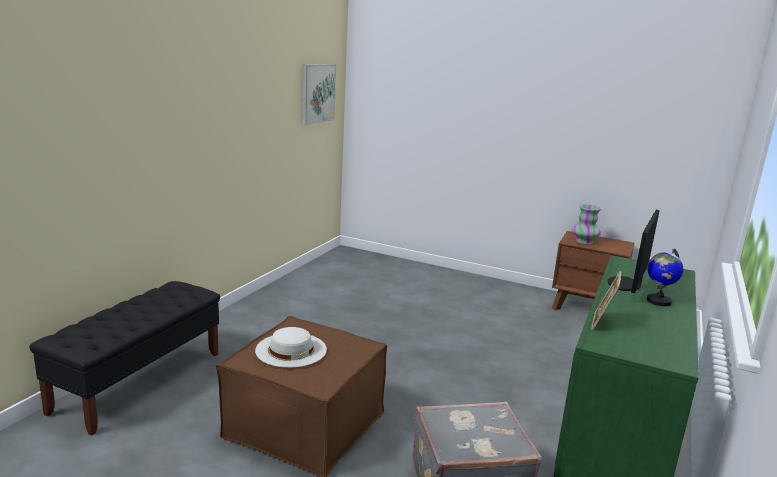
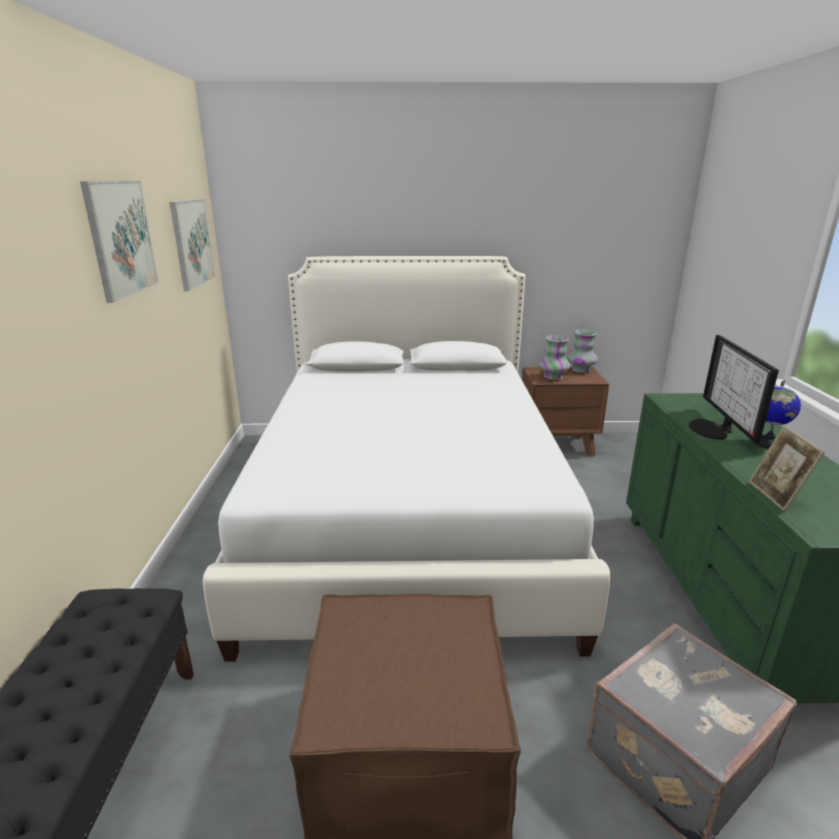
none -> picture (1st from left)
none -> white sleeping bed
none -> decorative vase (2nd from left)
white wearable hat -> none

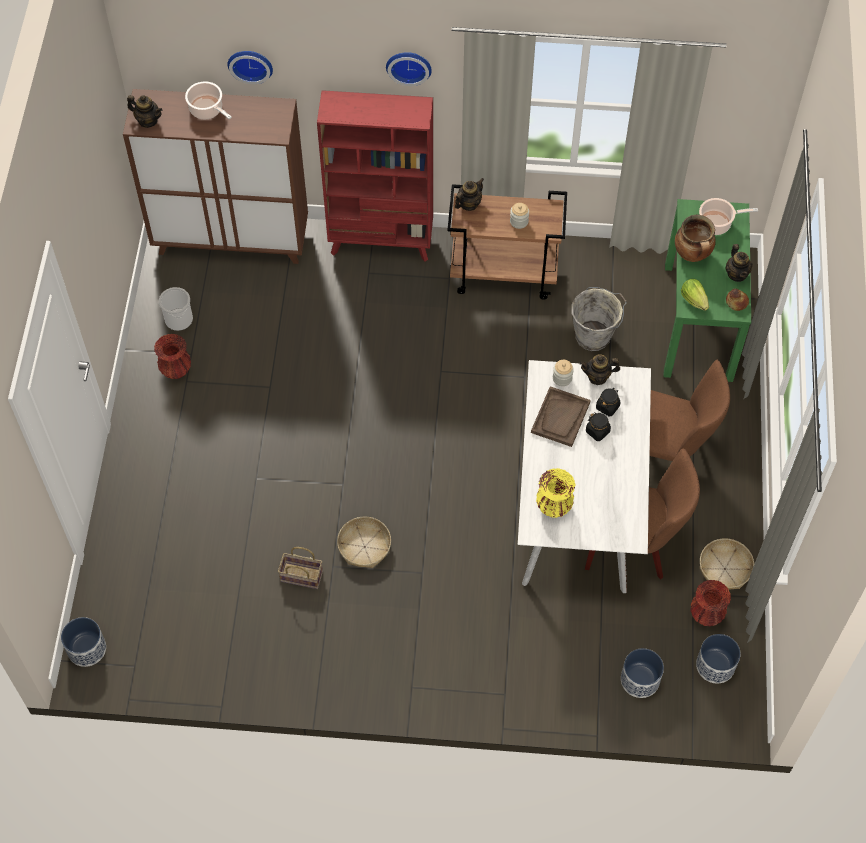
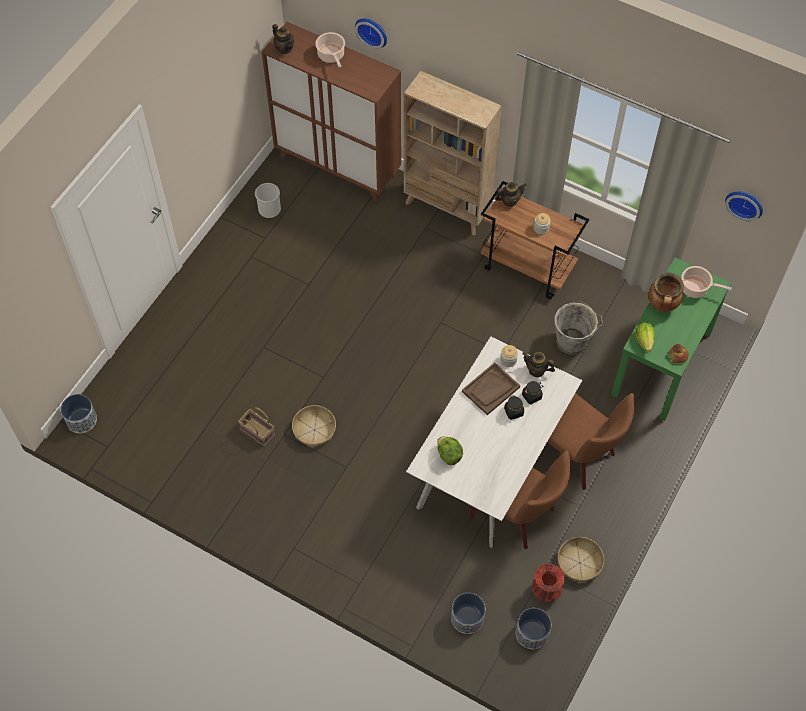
red-coloured bookshelf -> beige bookshelf
yellowish decorative vase -> lettuce head (1st from left)
wall clock (2nd from left), moved
red-coloured decorative vase (1st from left) -> none
tea pot (4th from left) -> none

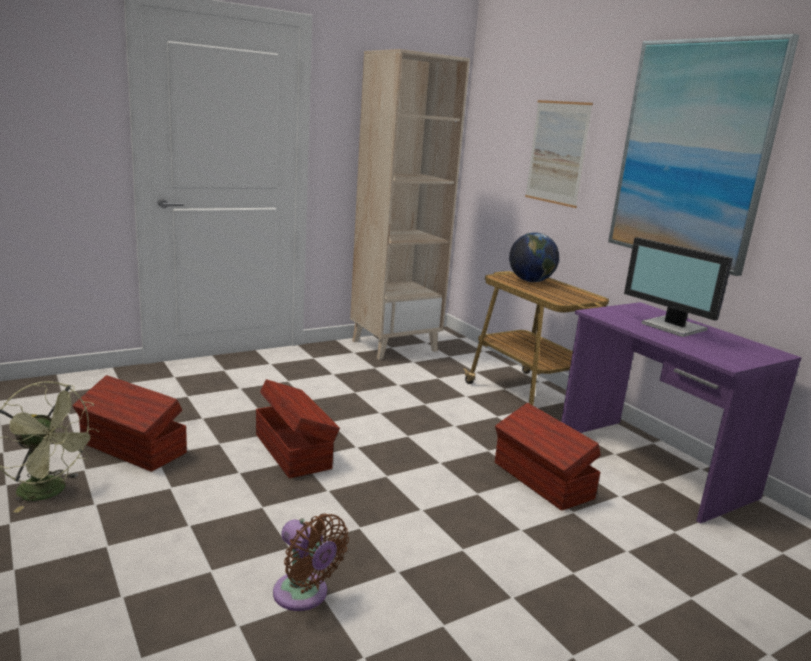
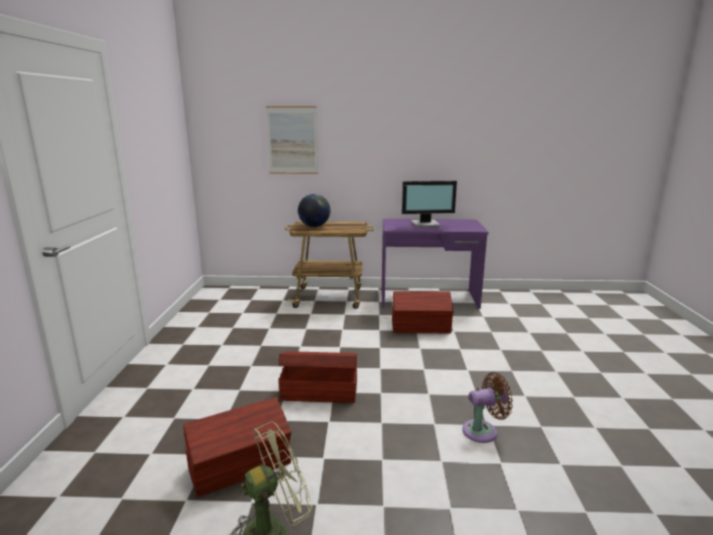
beige bookshelf -> none
picture (2nd from left) -> none

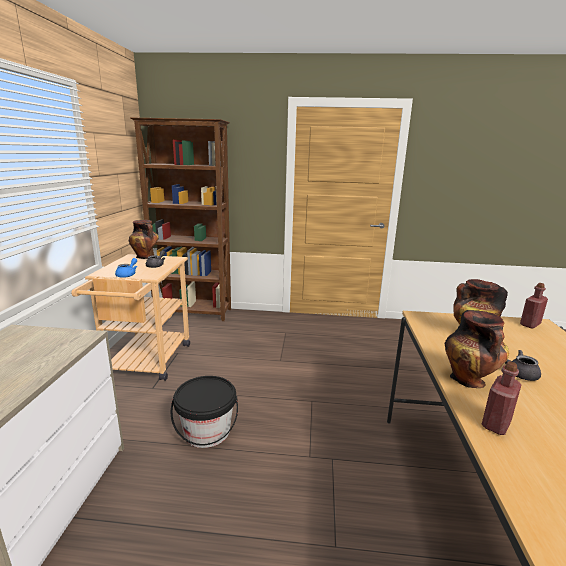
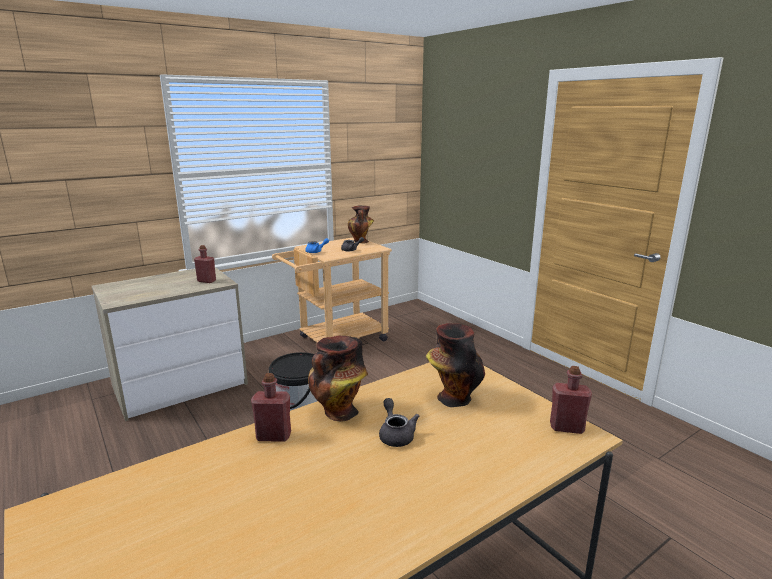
none -> red-coloured drink bottle (1st from left)
brown-coloured bookshelf -> none

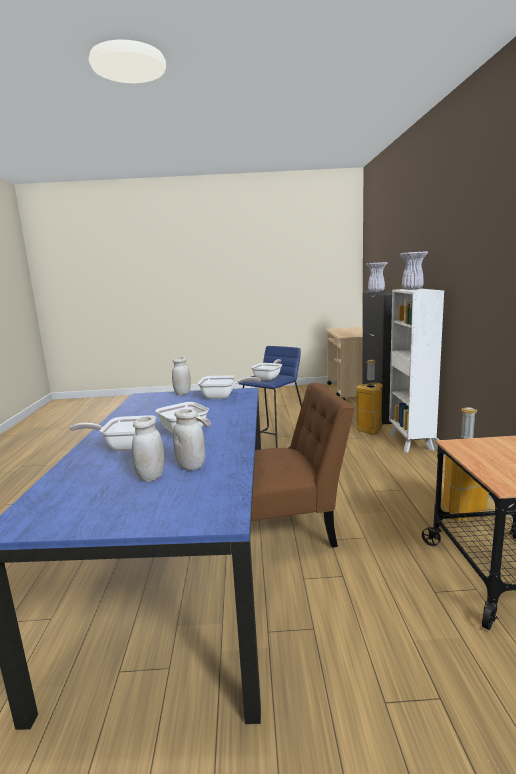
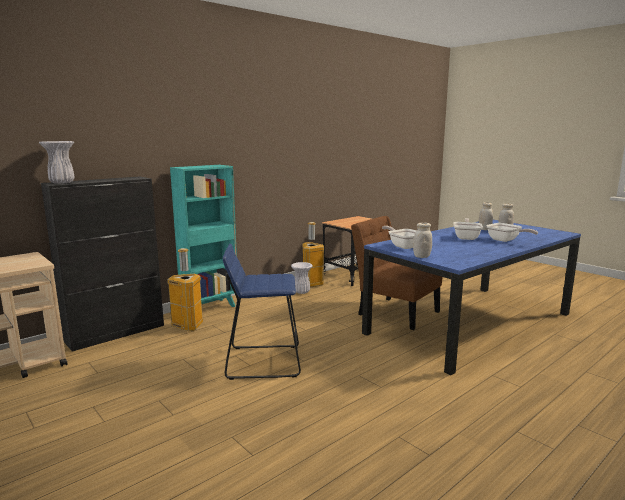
white bookshelf -> blue-green bookshelf
white decorative vase (2nd from left), moved
skillet (4th from left) -> none

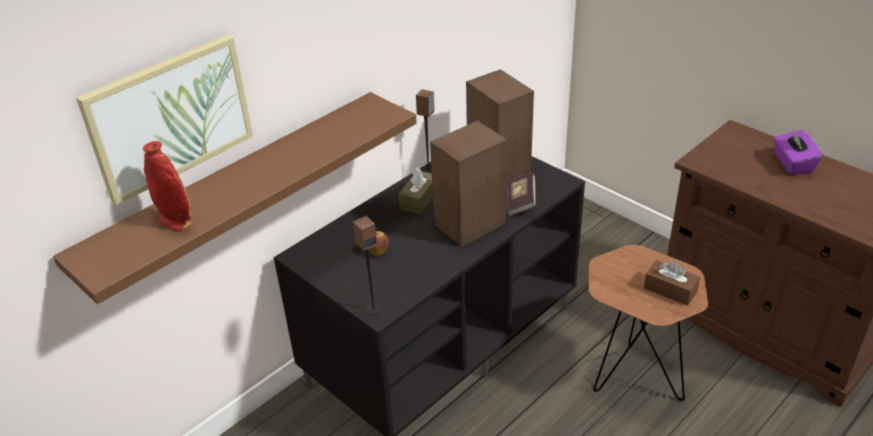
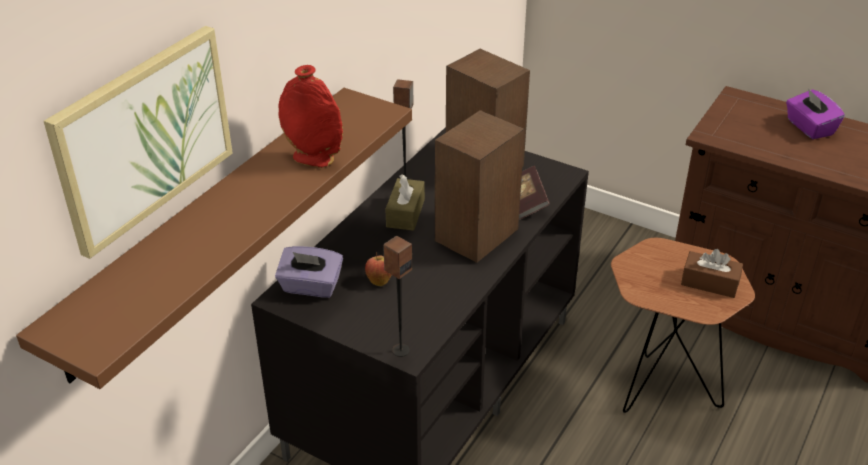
none -> purplish box of tissues (1st from left)
red-coloured decorative vase, moved

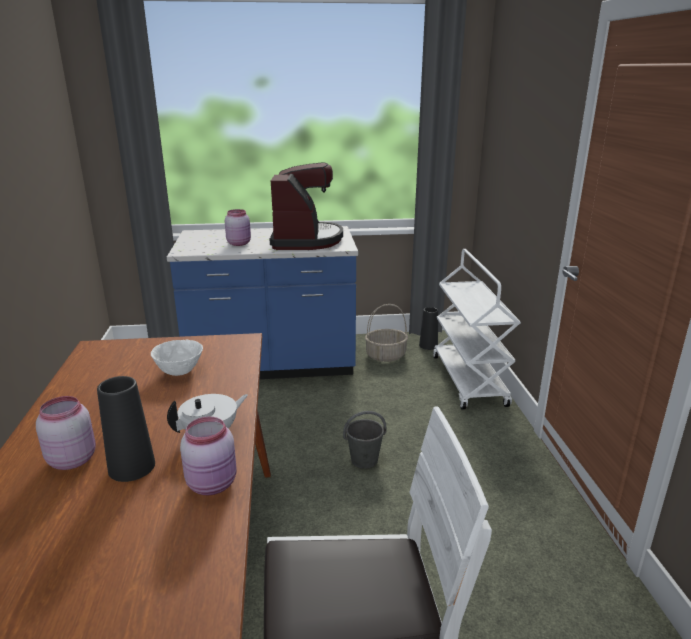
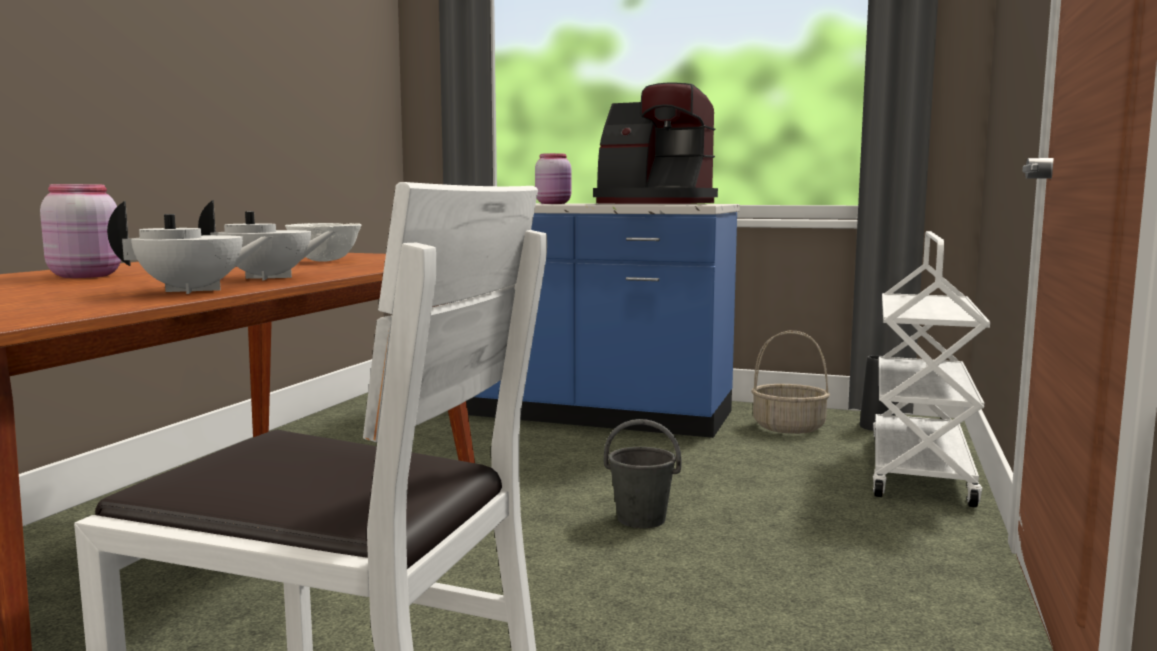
pinkish storage jar (2nd from left) -> white tea pot (1st from left)
coffee brewer, 90 degrees clockwise
blackish decorative vase (1st from left) -> none

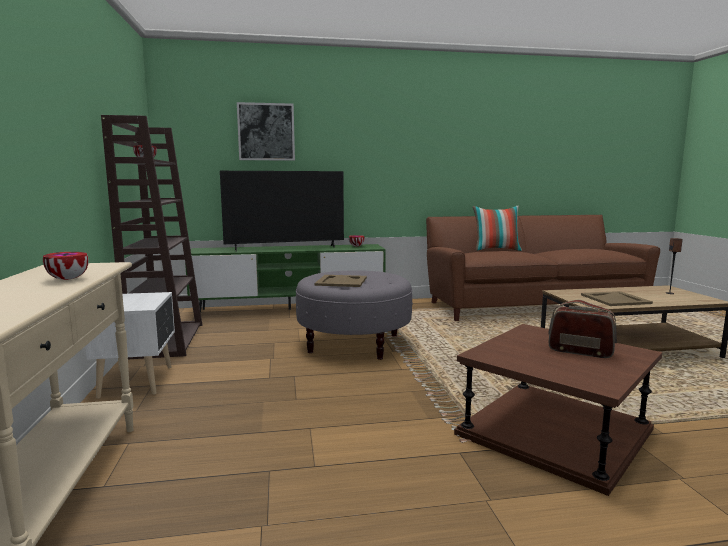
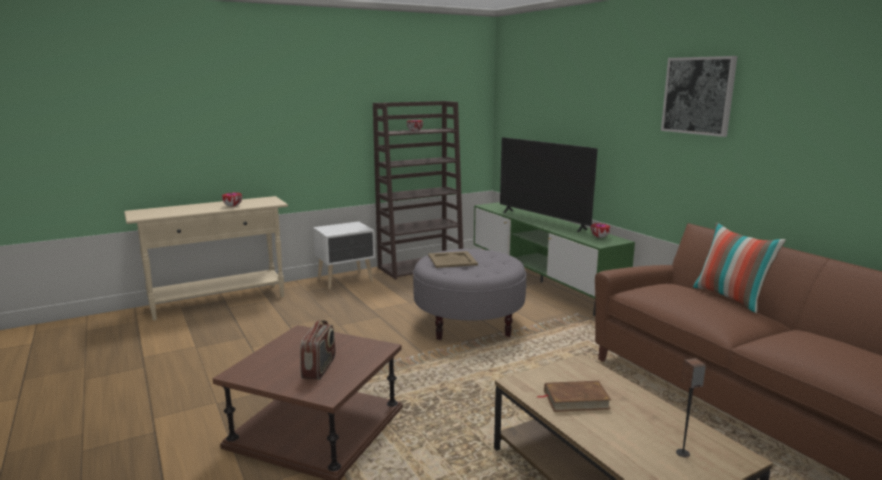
beige carrying tray (2nd from left) -> brown-coloured book
picture, moved

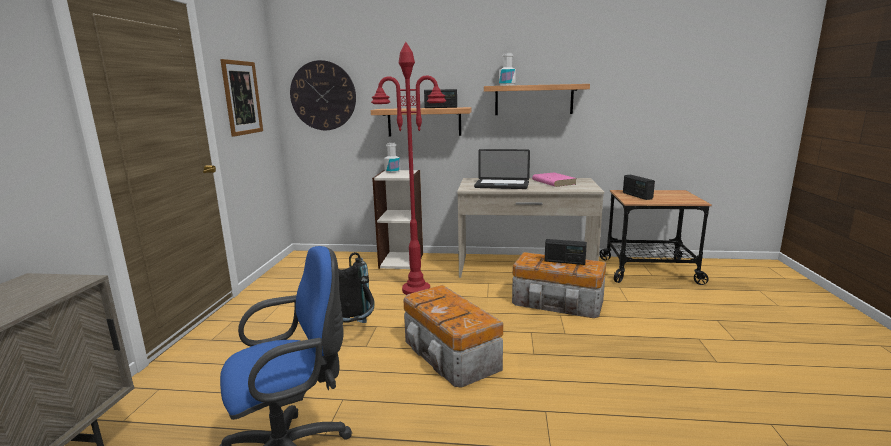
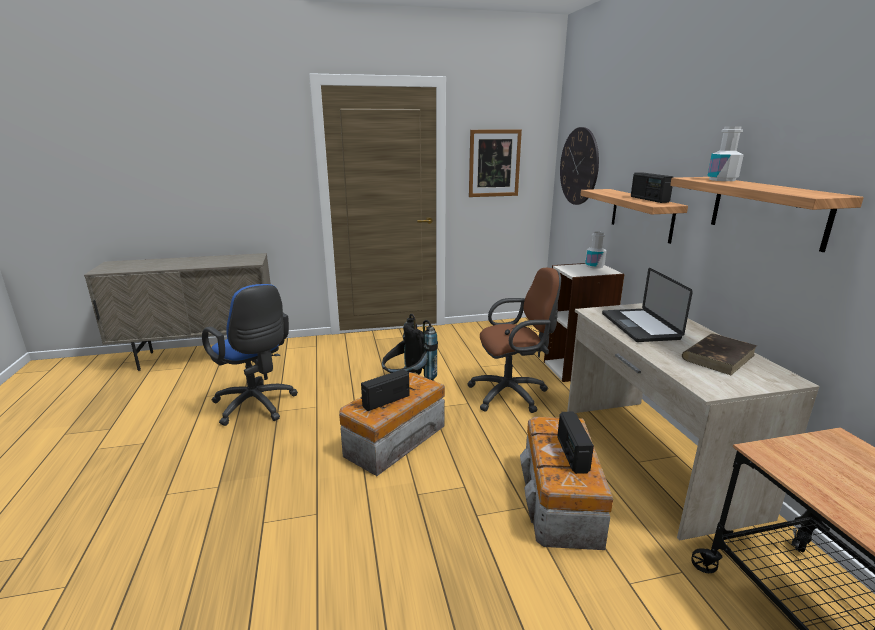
radio receiver (3rd from left in the first image) -> radio receiver (1st from left), moved
red-coloured standard lamp -> brown-coloured office chair
pinkish book -> brown-coloured book

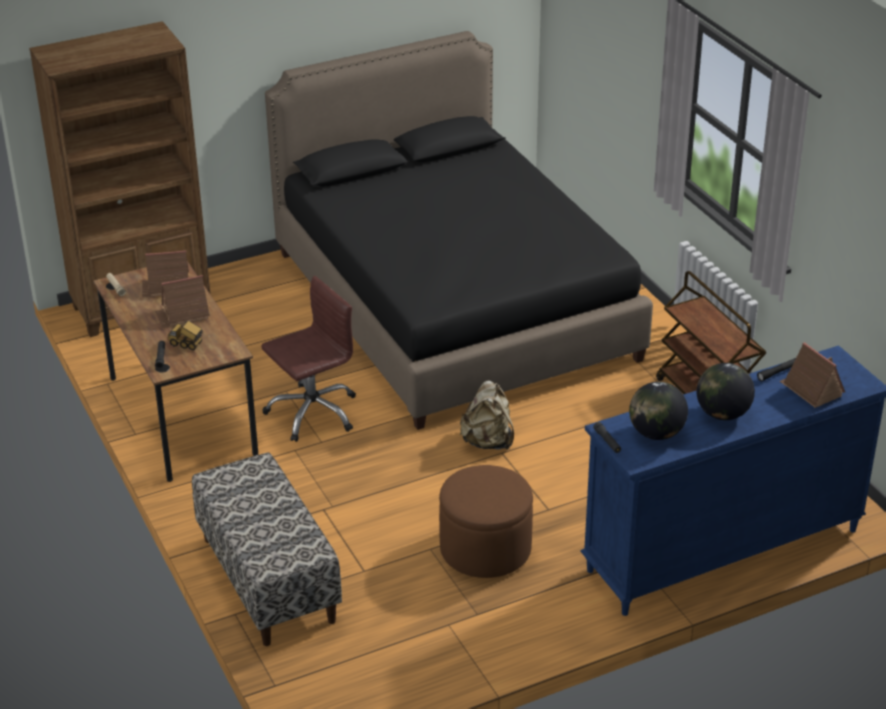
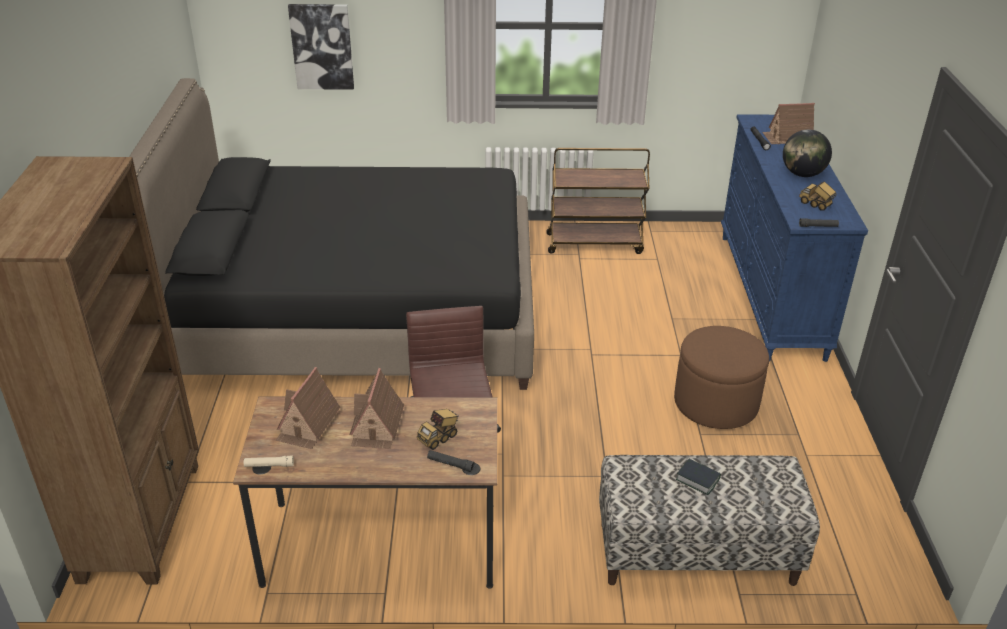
none -> picture
none -> book
globe (1st from left) -> model truck (2nd from left)
beige rucksack -> none

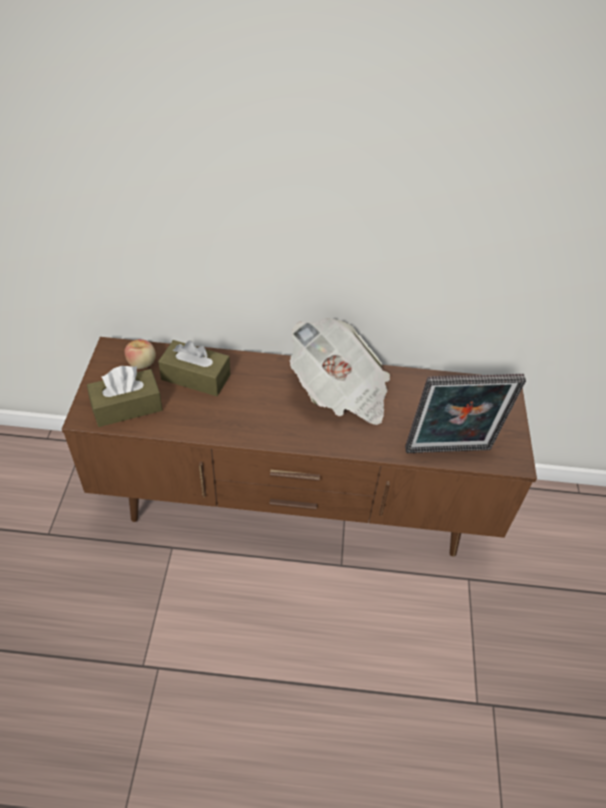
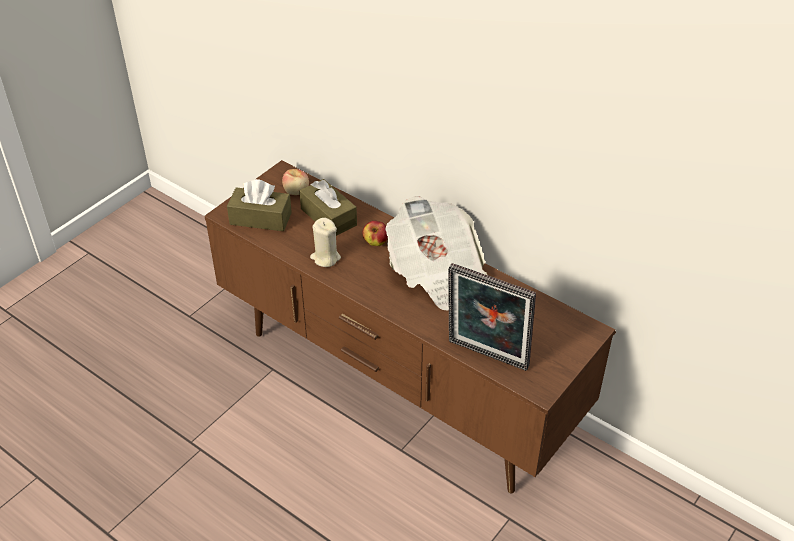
none -> beige wax light
none -> apple fruit (2nd from left)

